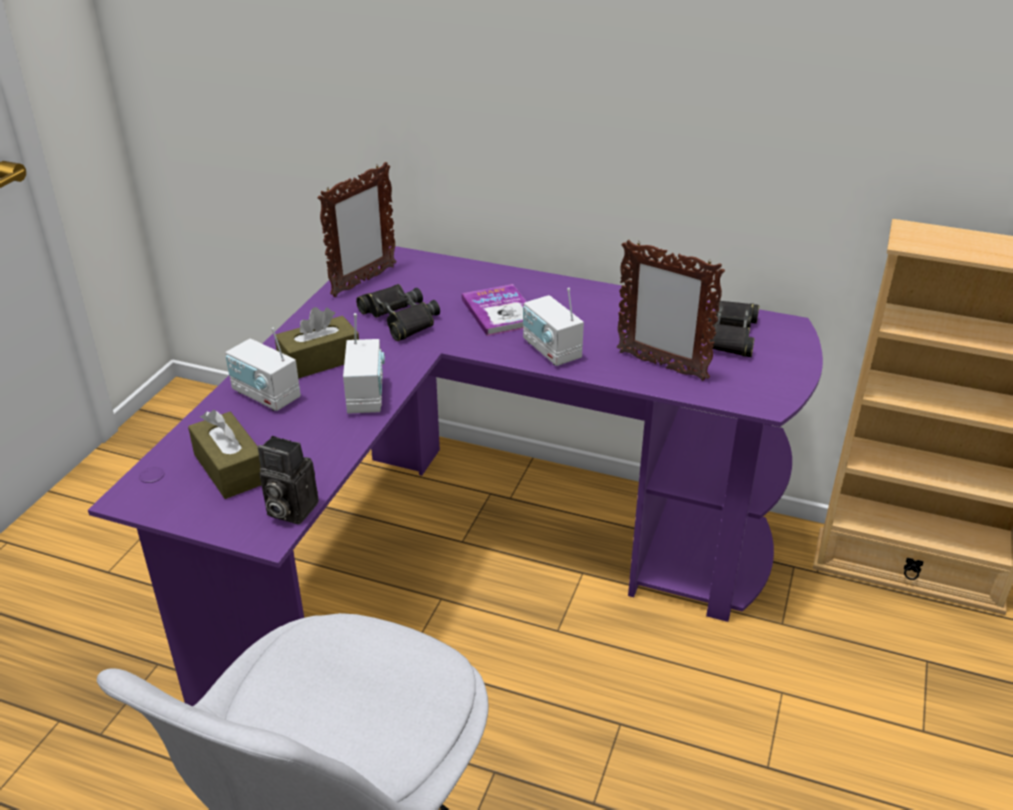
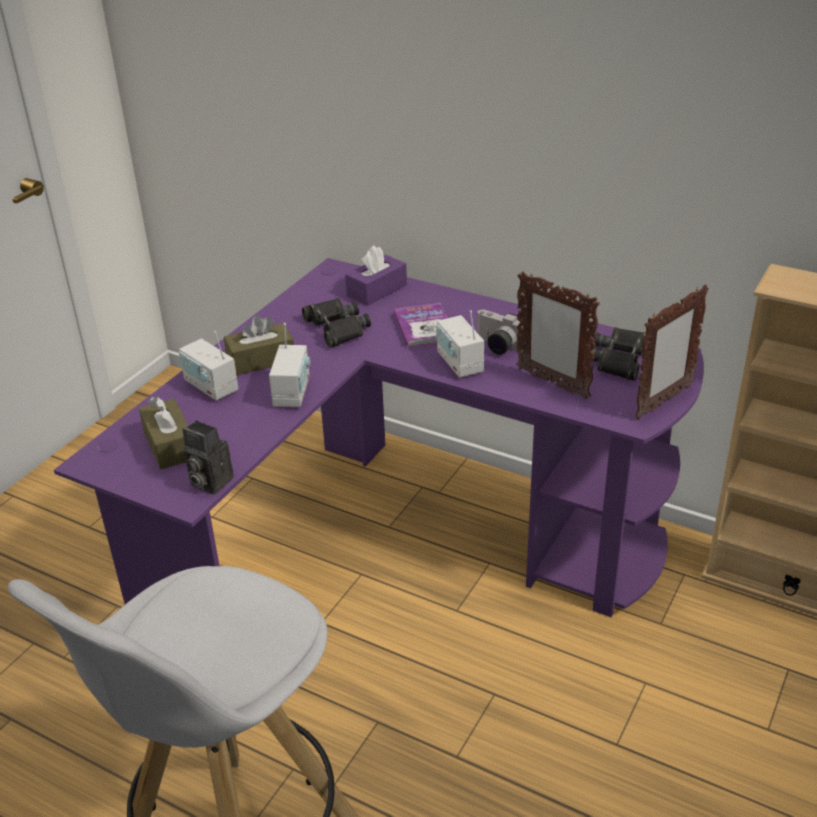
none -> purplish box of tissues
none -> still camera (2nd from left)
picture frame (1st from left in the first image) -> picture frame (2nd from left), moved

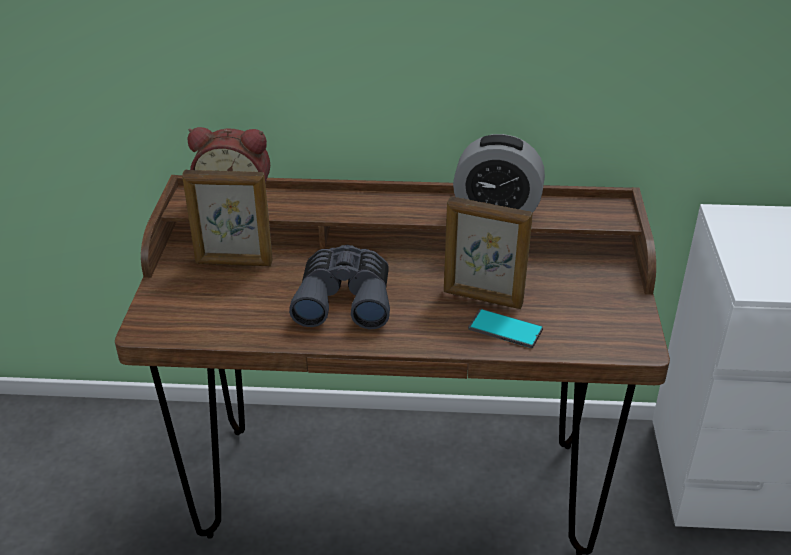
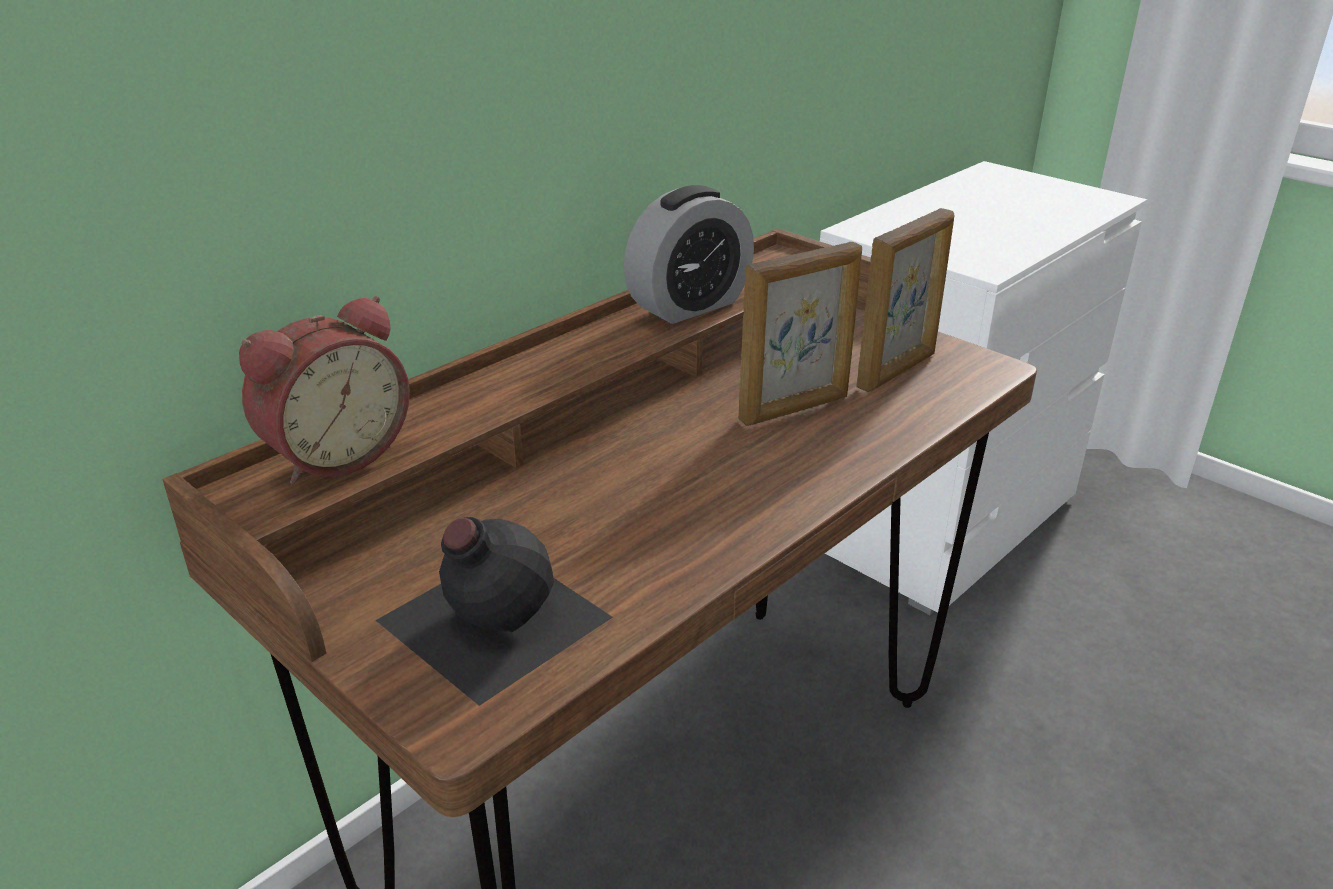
none -> blackish drink bottle
picture frame (1st from left in the first image) -> picture frame (2nd from left), moved
greyish pair of binoculars -> none
handset -> none

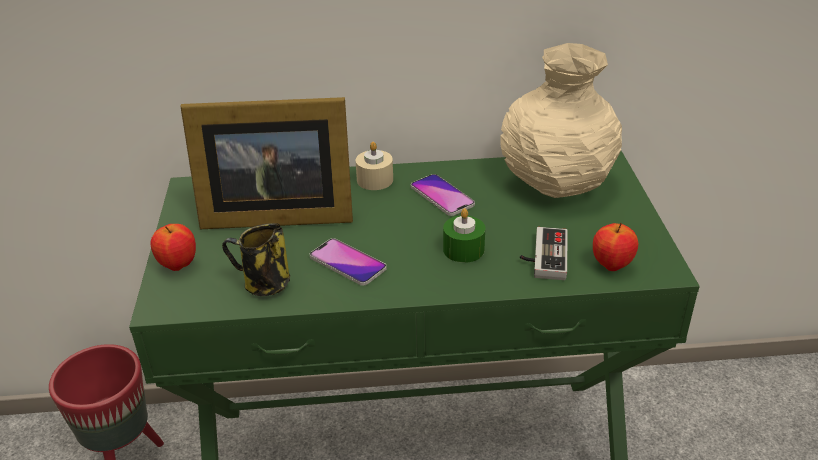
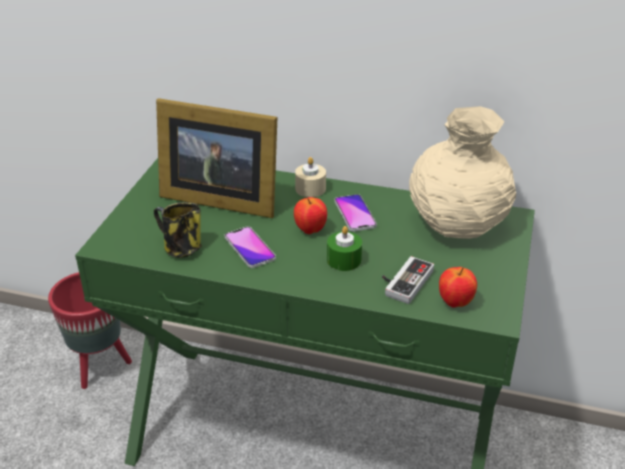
apple fruit (1st from left), moved

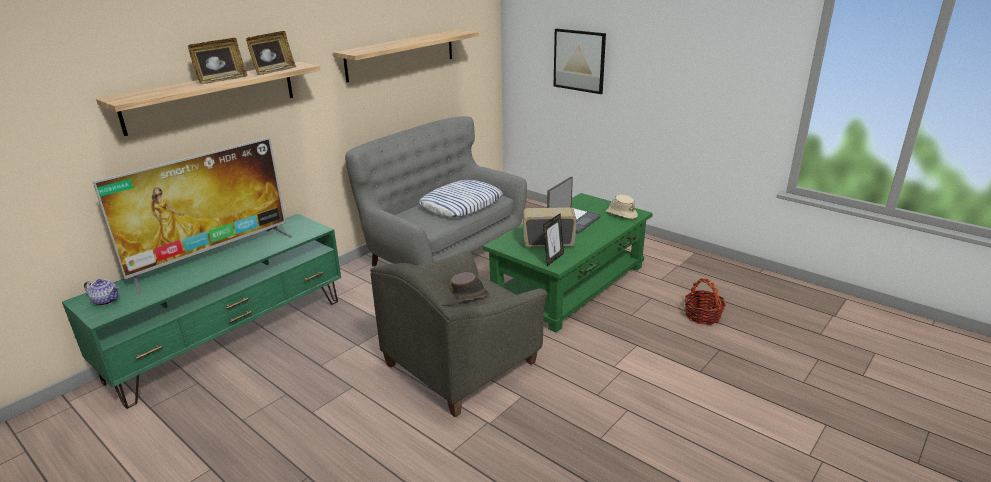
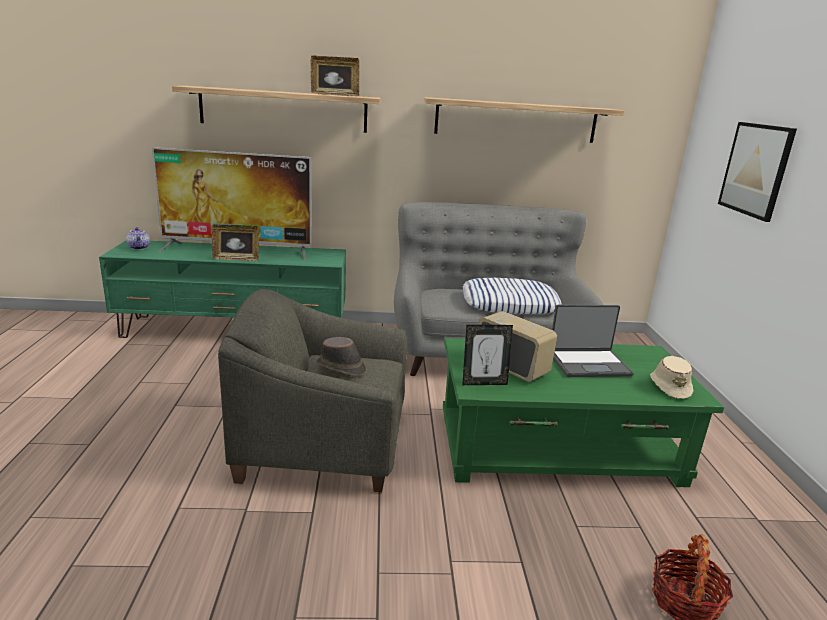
picture frame (1st from left), moved

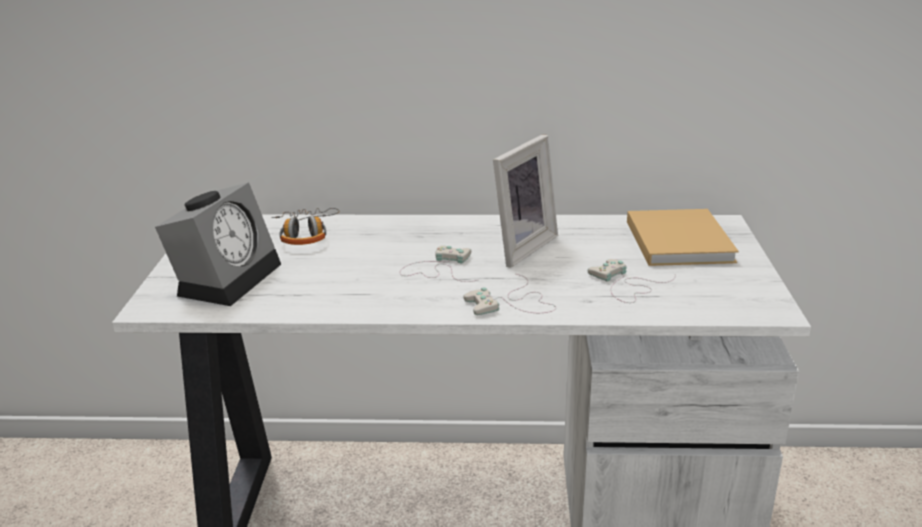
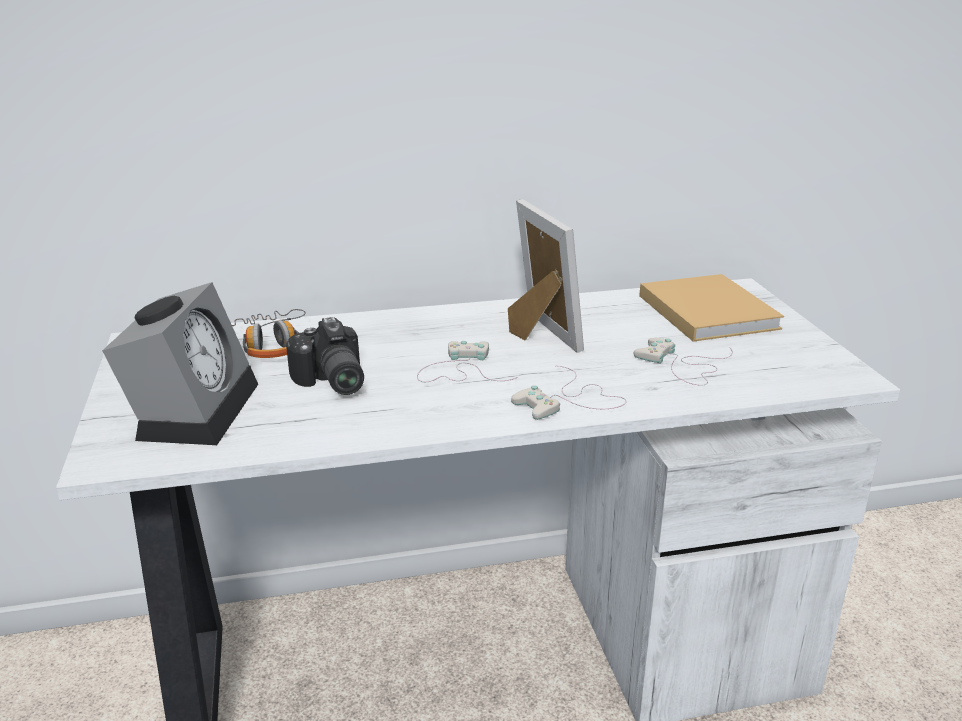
none -> still camera
picture frame, 45 degrees counterclockwise

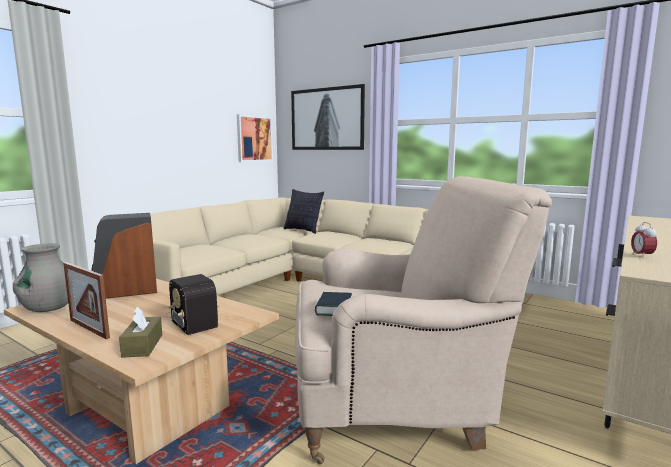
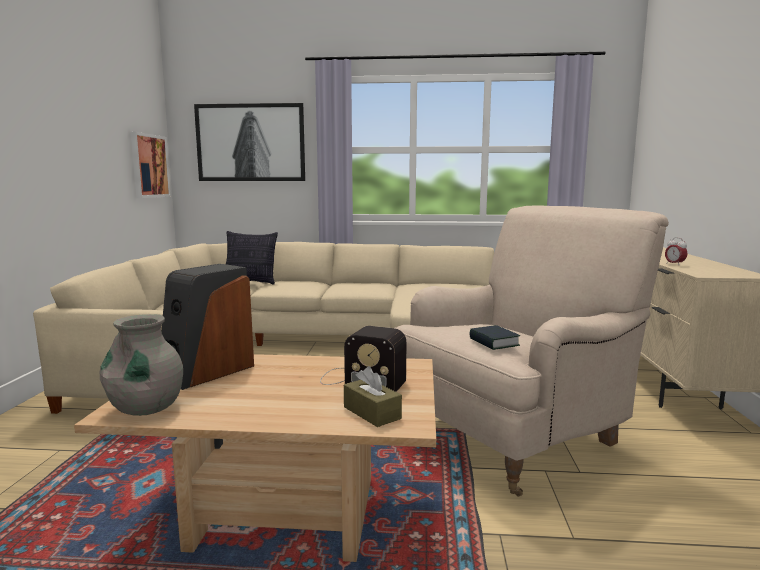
picture frame -> none

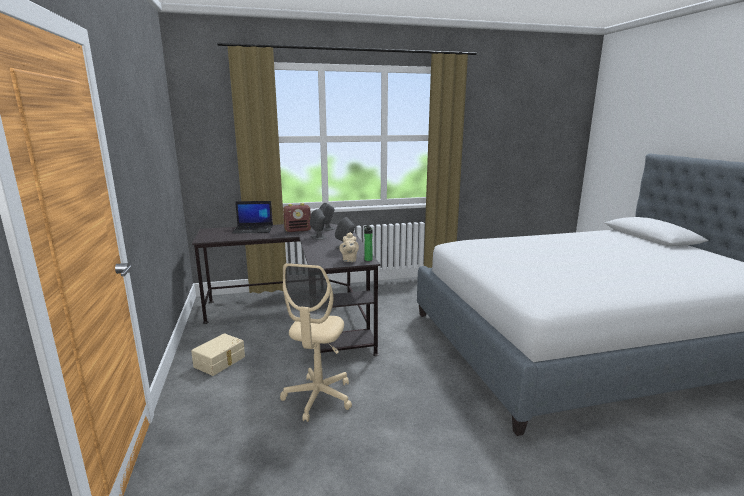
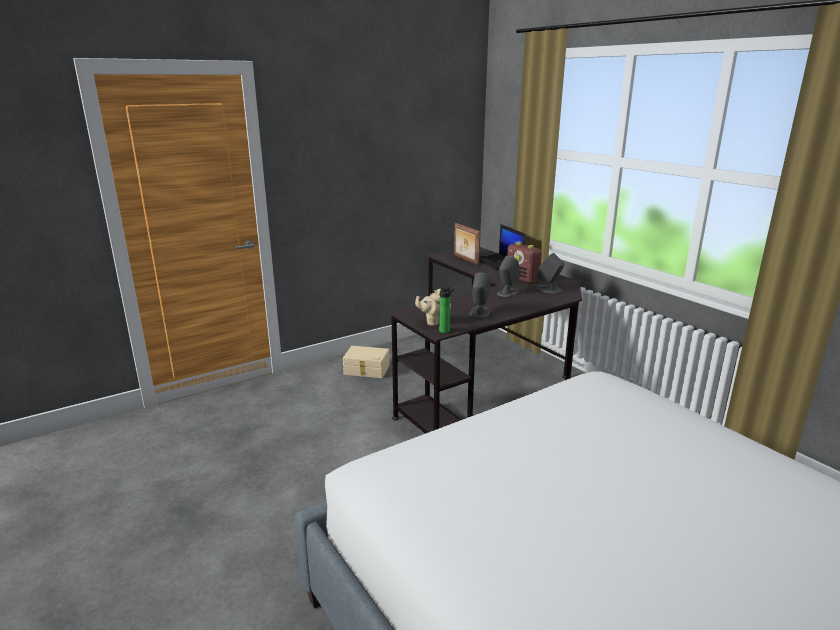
none -> picture frame
beige office chair -> none

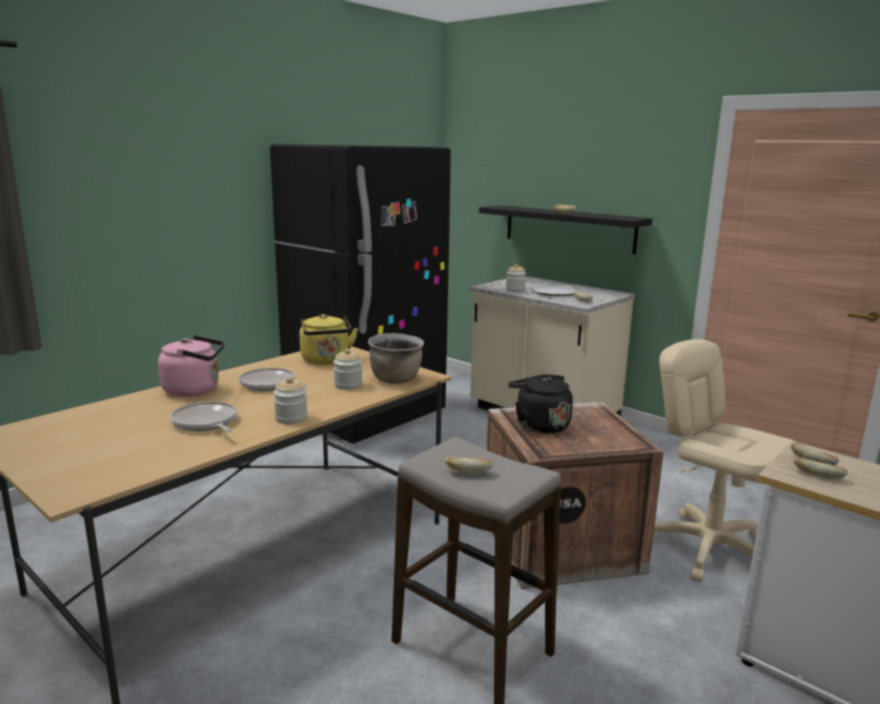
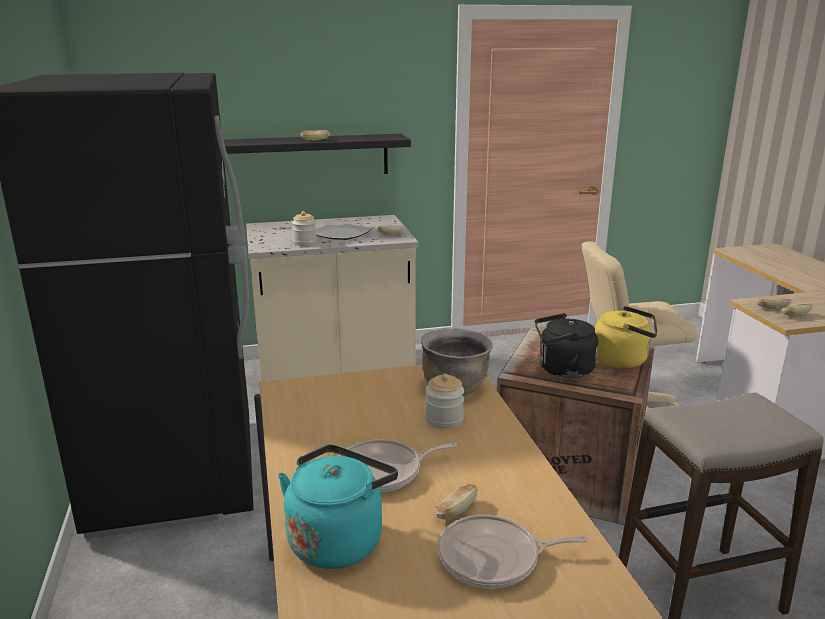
pinkish kettle -> blue-green kettle
bakery bread (1st from left in the first image) -> bakery bread (3rd from left), moved
yellowish kettle, moved
storage jar (1st from left) -> none

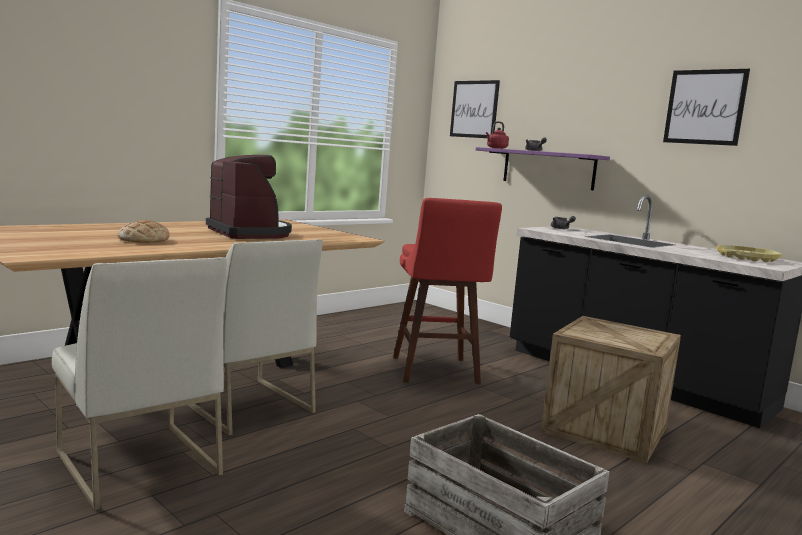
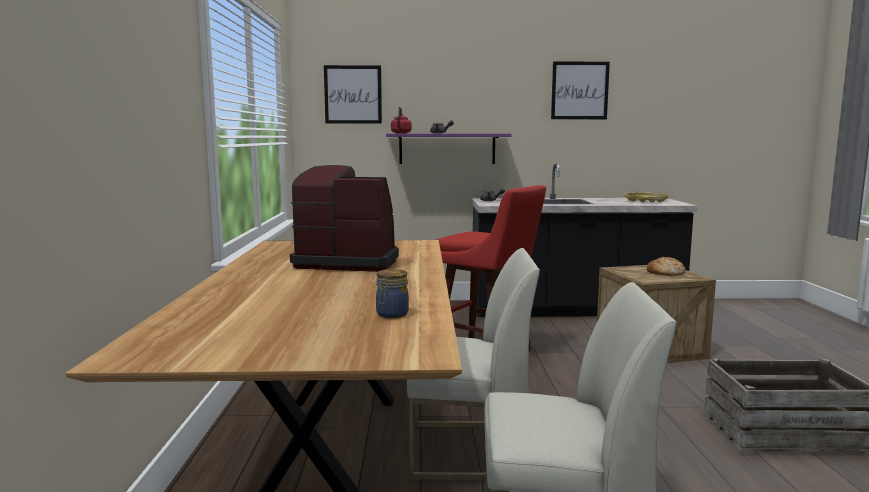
none -> storage jar
bakery bread, moved

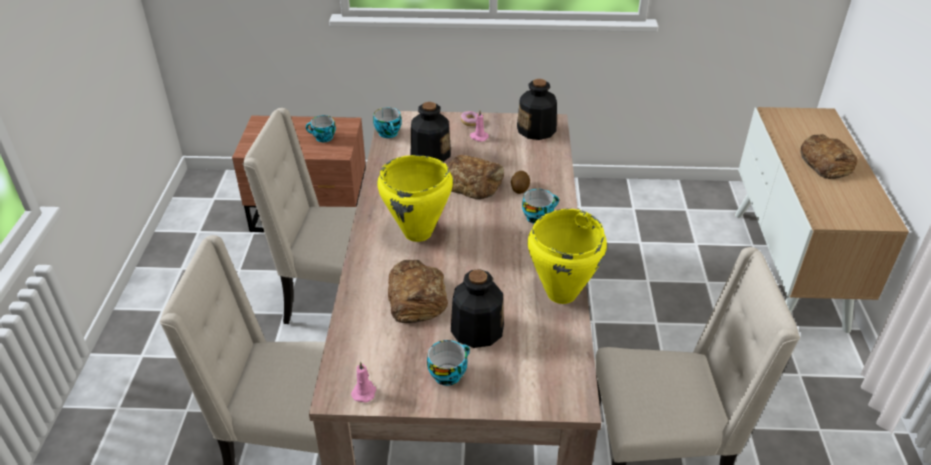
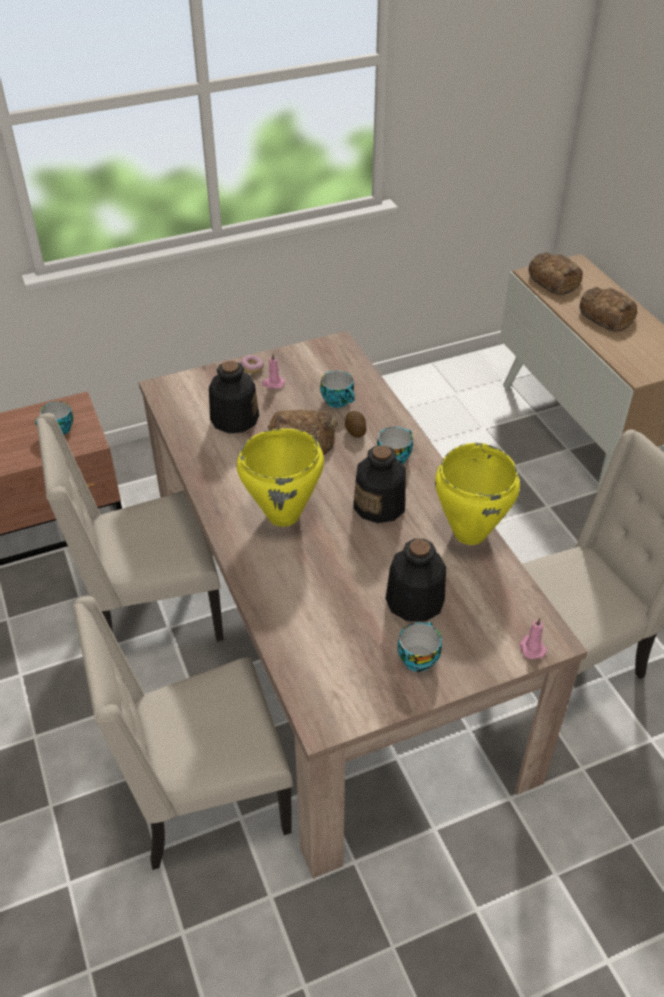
drinking cup (2nd from left), moved
drink bottle (3rd from left in the first image) -> drink bottle (2nd from left), moved
pinkish wax light (1st from left in the first image) -> pinkish wax light (2nd from left), moved
bakery bread (1st from left in the first image) -> bakery bread (2nd from left), moved

